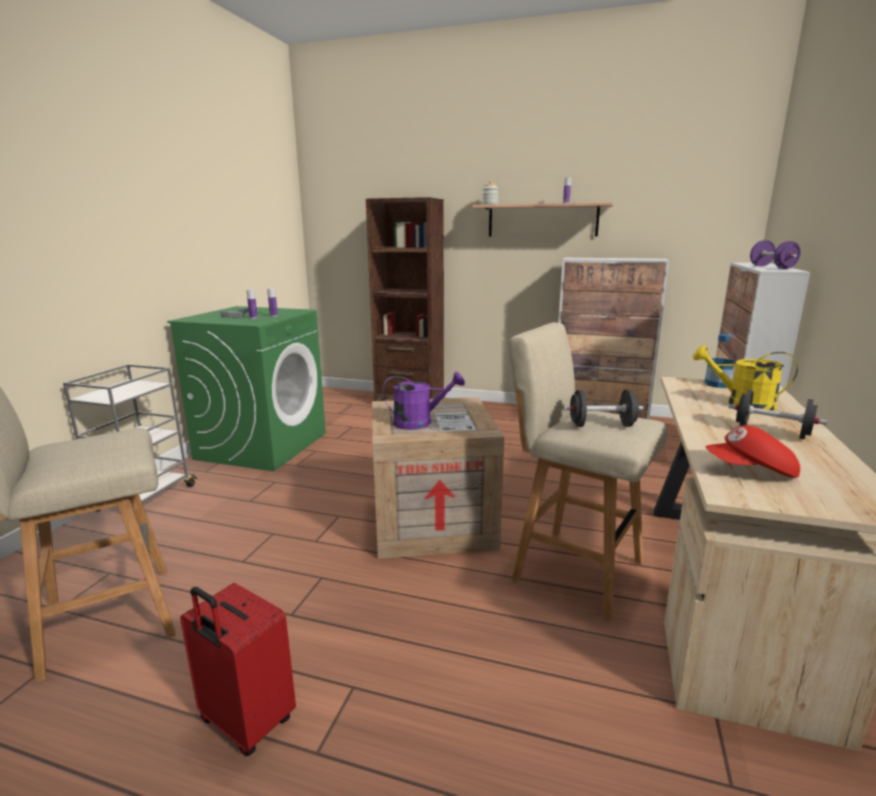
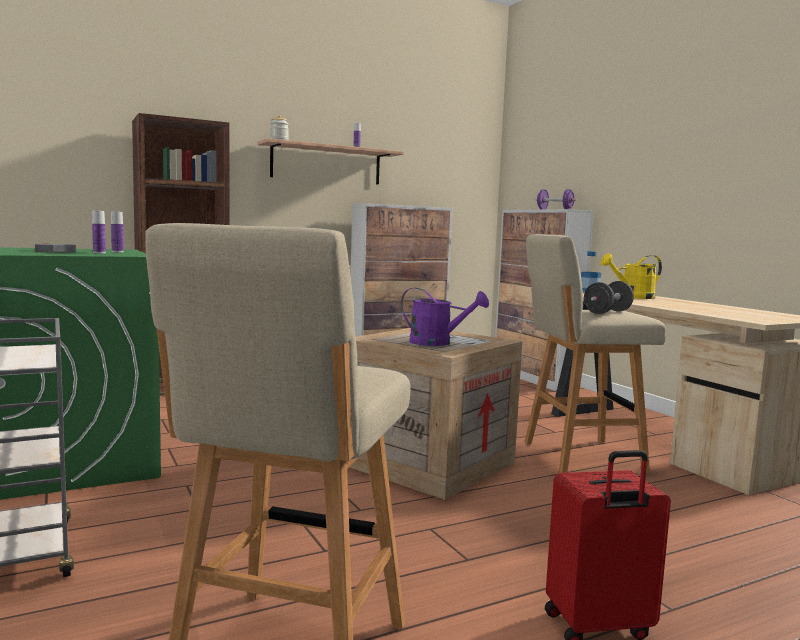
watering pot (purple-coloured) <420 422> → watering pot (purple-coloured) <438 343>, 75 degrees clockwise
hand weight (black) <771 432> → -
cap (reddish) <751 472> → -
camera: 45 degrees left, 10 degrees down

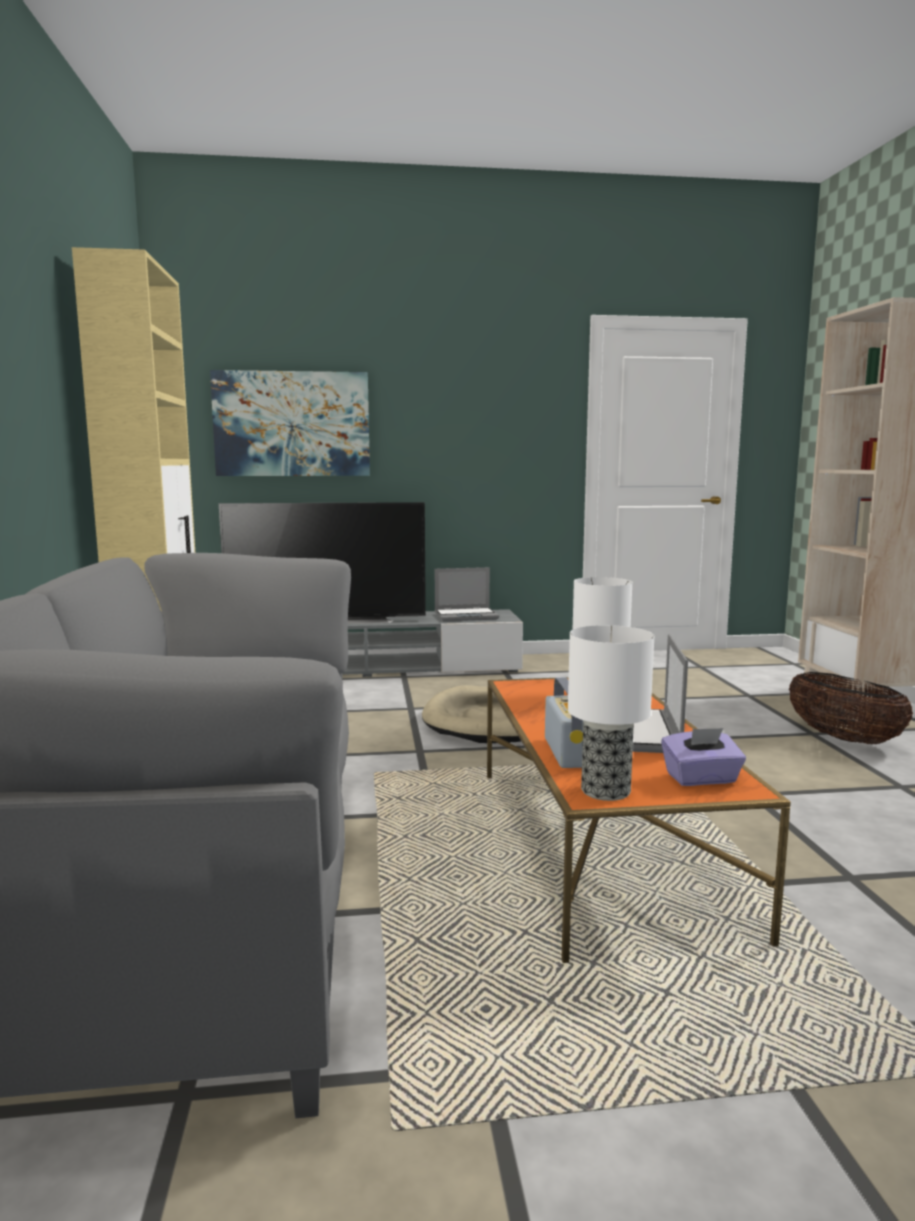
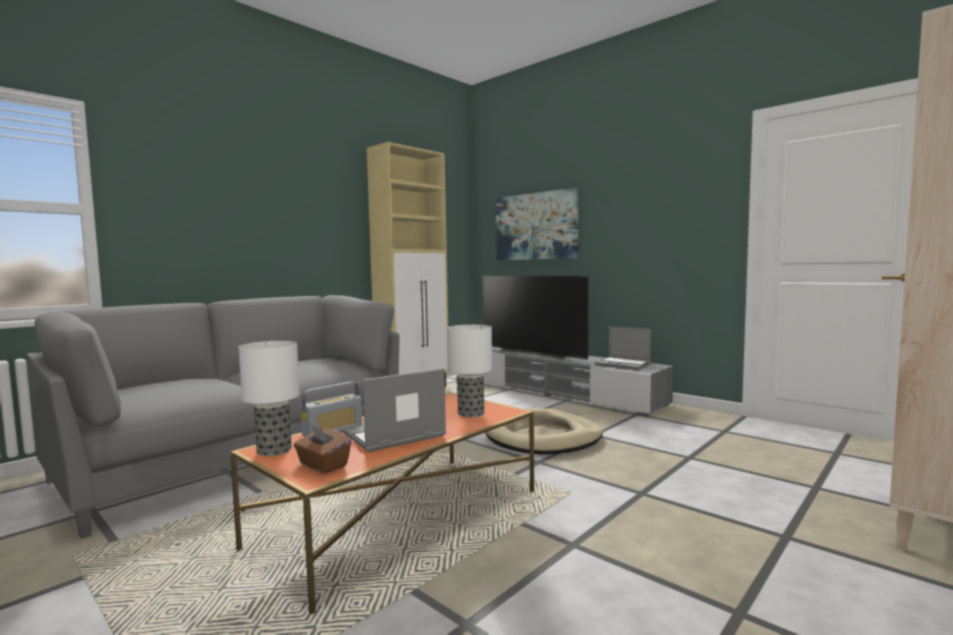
storage basket <843 738> → -
tissue box (purple-coloured) <701 779> → tissue box (brownish) <322 465>
camera: 50 degrees right, 5 degrees down

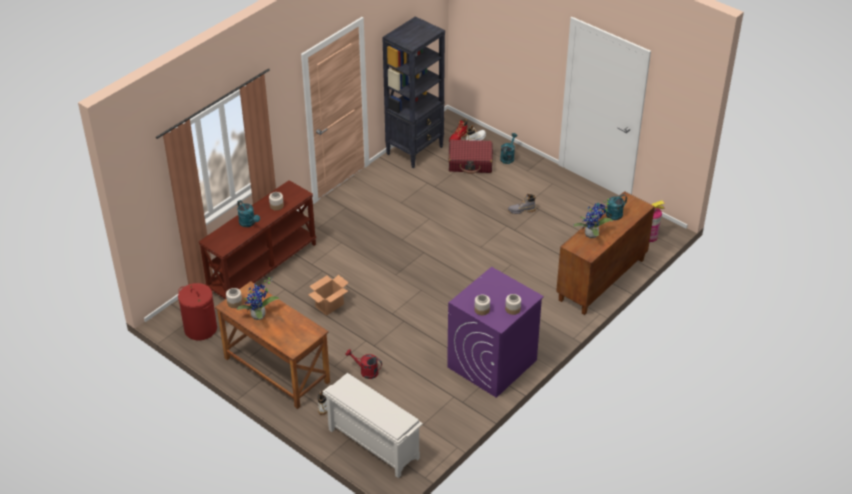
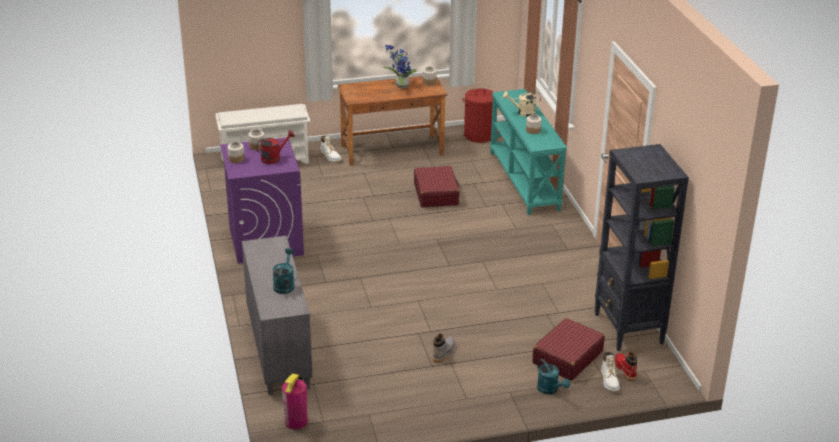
narrow table (brownish) <262 267> → narrow table (blue-green) <525 181>
cupboard (brownish) <601 280> → cupboard (gray) <278 350>
potted plant <592 235> → -
watering pot (blue-green) <249 223> → watering pot (beige) <522 113>
packing box <329 306> → piece of luggage (reddish) <436 194>
watering pot (reddish) <366 371> → watering pot (reddish) <274 158>, move
camera: 125 degrees right, 10 degrees down

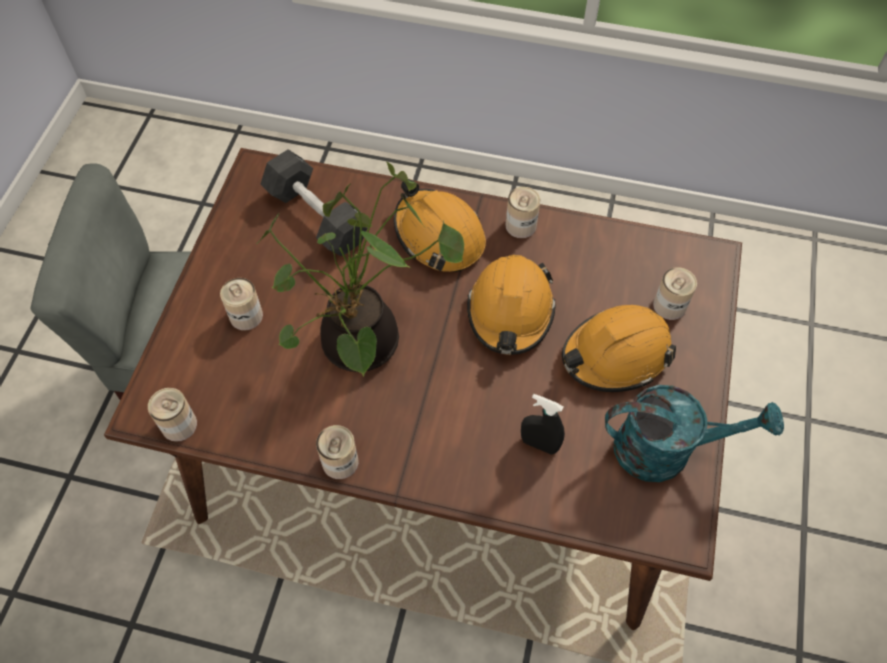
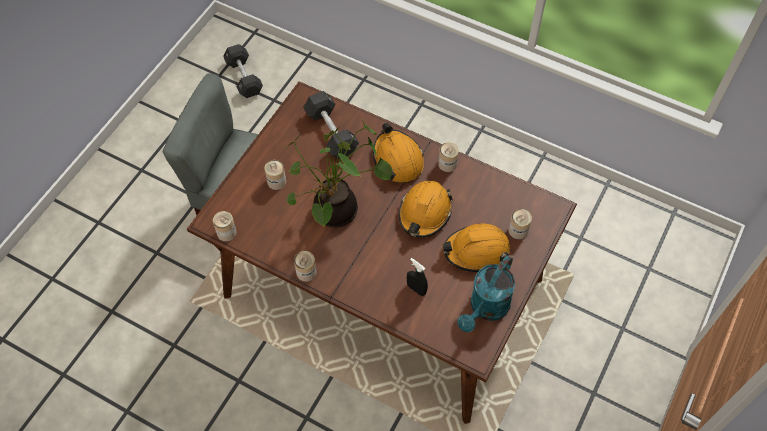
watering pot (blue-green) <667 449> → watering pot (blue-green) <486 309>, 105 degrees clockwise
- → hand weight (black) <244 77>
camera: 15 degrees right, 0 degrees up

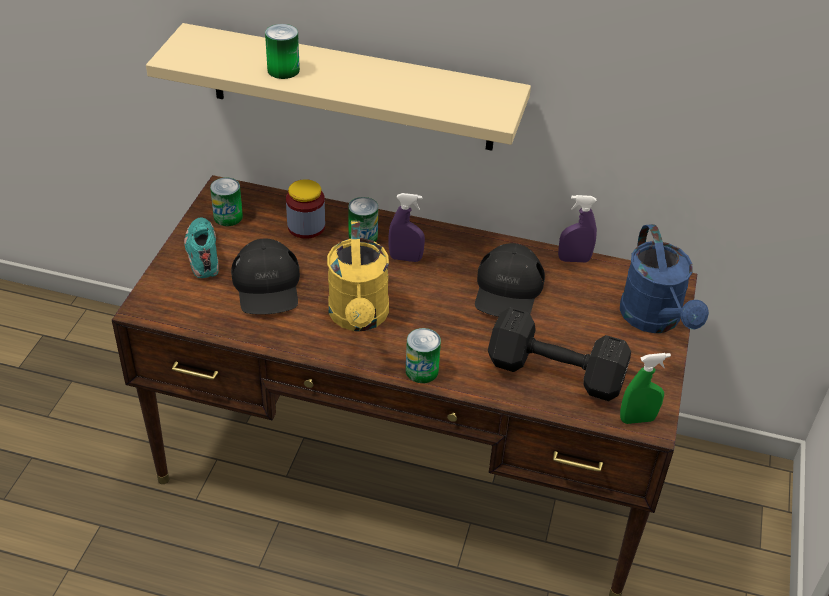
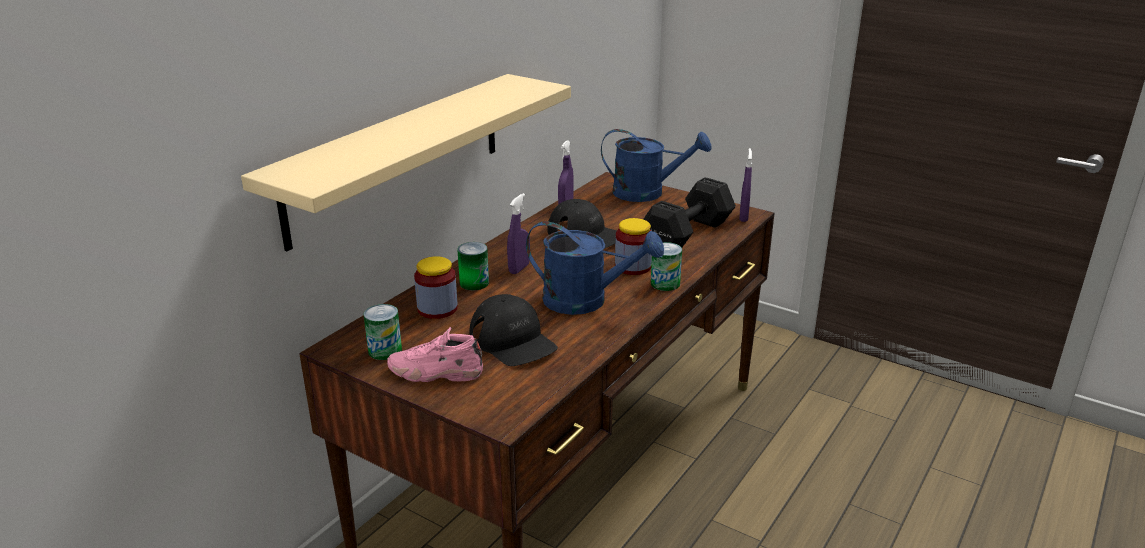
can <283 70> → -
shoe (blue-green) <202 253> → shoe (pink) <435 373>
watering pot (yellowish) <359 318> → watering pot (blue-coloured) <586 301>
cap (black) <267 285> → cap (black) <513 341>, 45 degrees clockwise
hand sprayer (green-coloured) <637 419> → hand sprayer (purple-coloured) <743 217>
- → storage jar <633 266>
camera: 70 degrees left, 15 degrees down

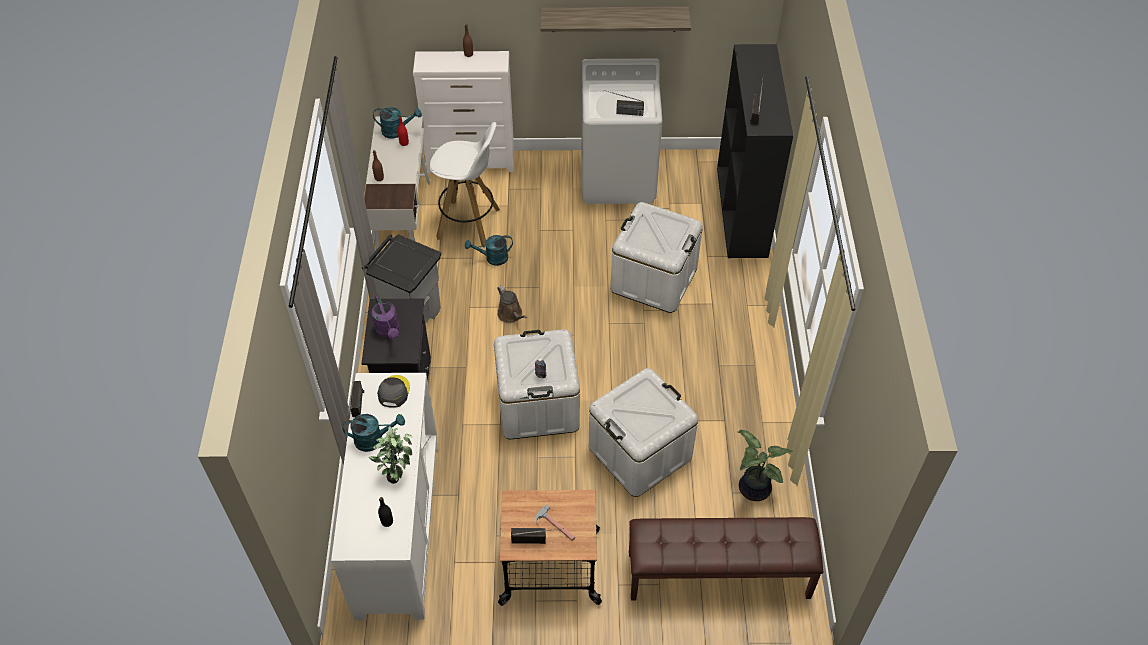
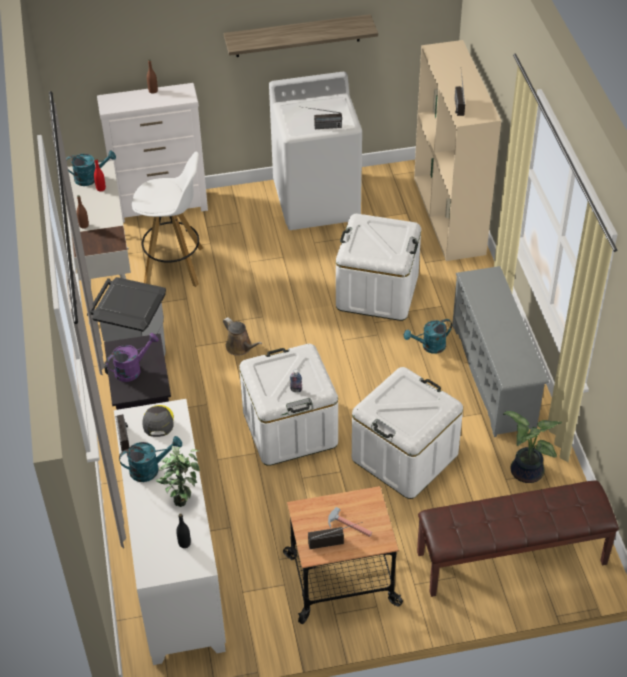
bookshelf (black) <742 212> → bookshelf (beige) <450 216>
watering pot (blue-green) <492 258> → watering pot (blue-green) <429 346>, move
watering pot (purple-coloured) <389 331> → watering pot (purple-coloured) <132 369>, 90 degrees counterclockwise
- → shoe stand (gray) <495 376>
camera: 10 degrees left, 5 degrees down

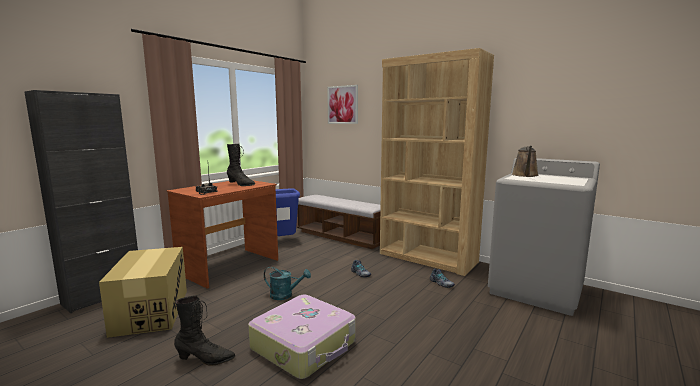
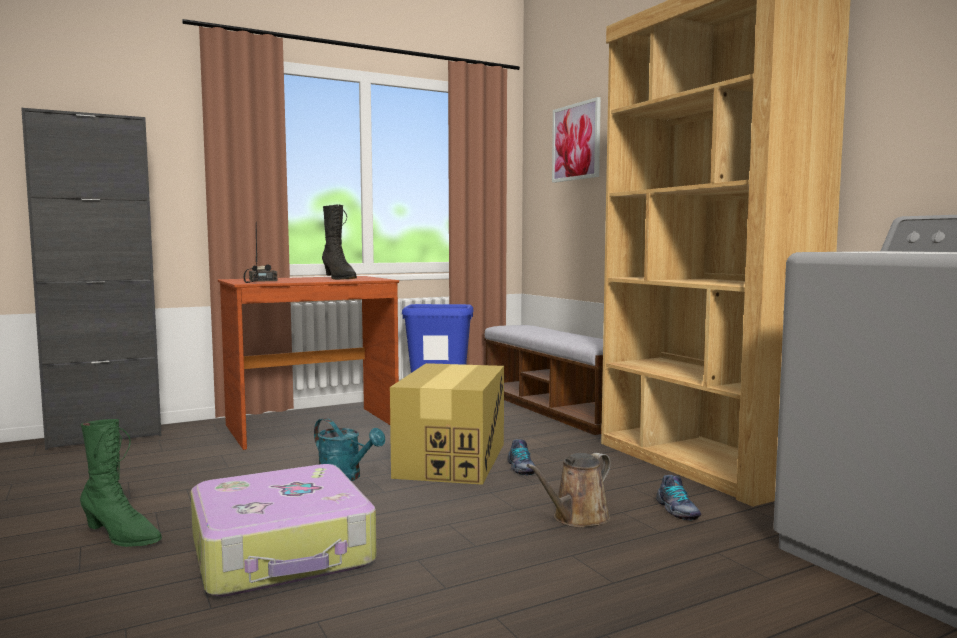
watering pot (brownish) <525 175> → watering pot (brownish) <577 519>, move
packing box <151 311> → packing box <451 460>, move
boot (black) <205 359> → boot (green-coloured) <121 536>
camera: 25 degrees right, 5 degrees down

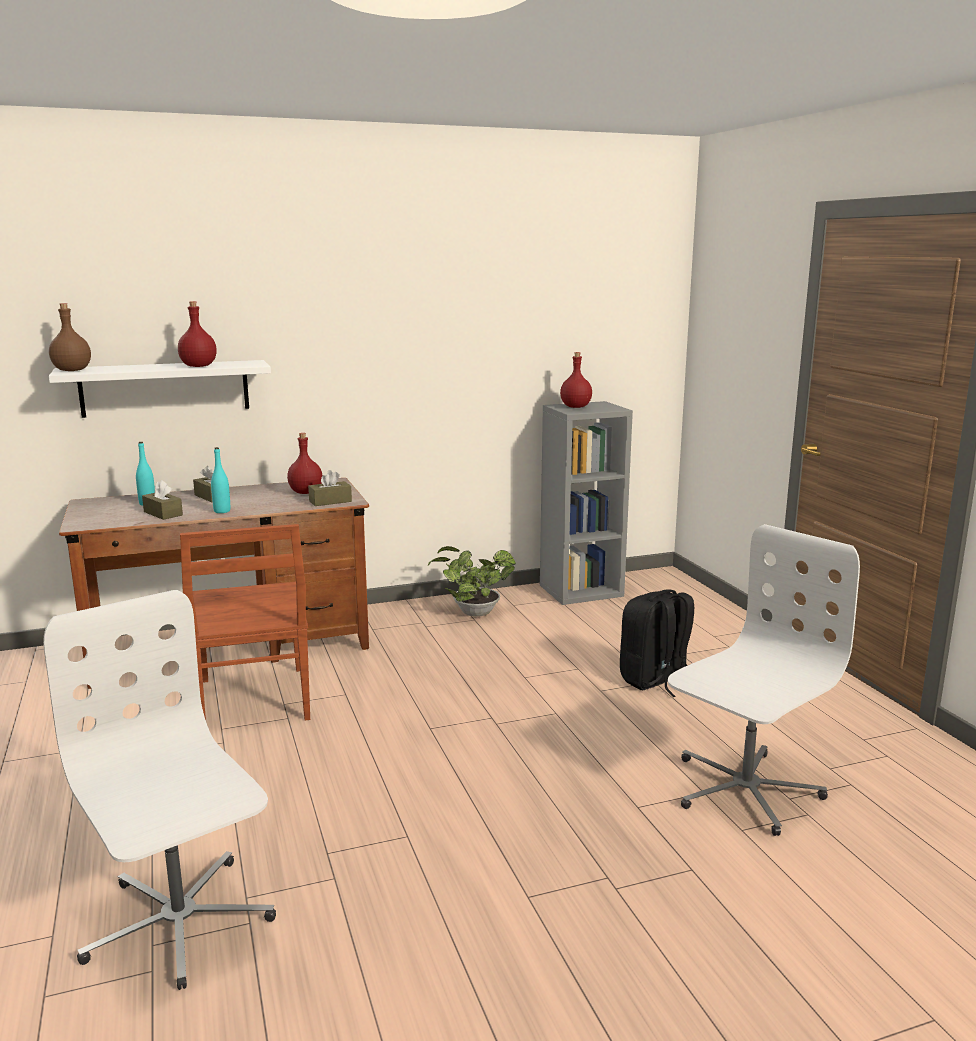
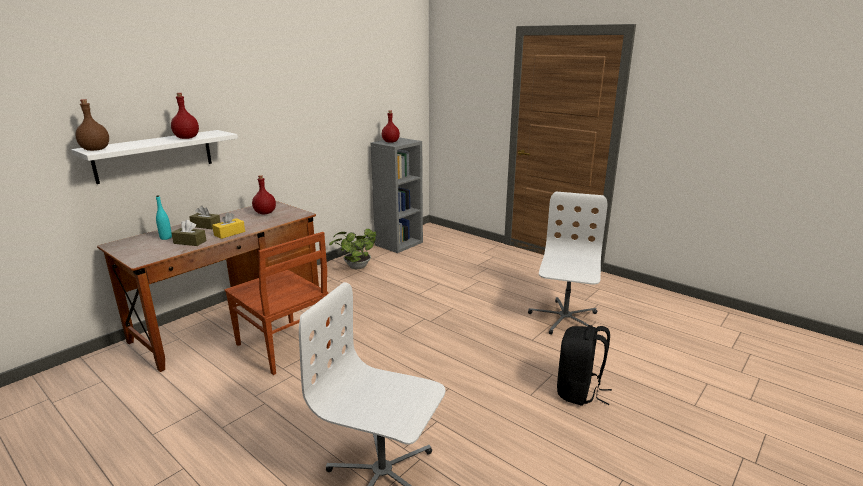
beverage bottle (blue-green) <222 511> → tissue box (yellowish) <229 233>
tissue box (brownish) <330 501> → -
rucksack (black) <655 681> → rucksack (black) <579 392>, move
camera: 30 degrees left, 5 degrees up

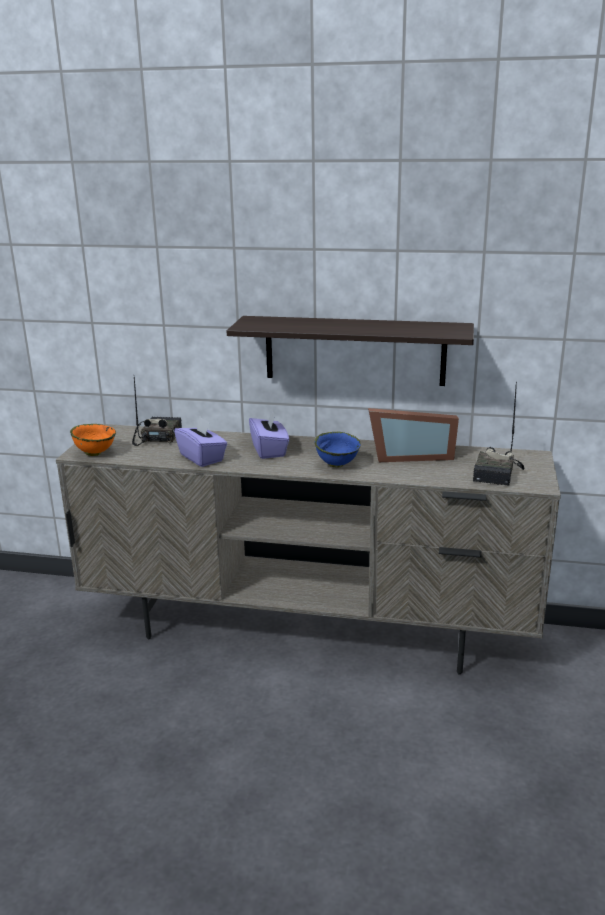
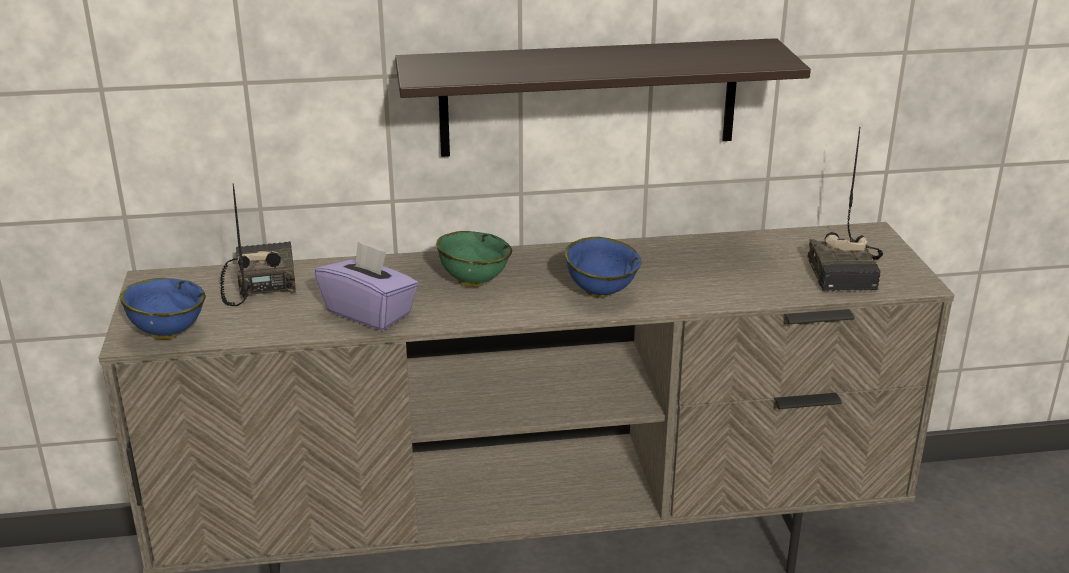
photo frame <410 456> → -
tissue box (purple-coloured) <269 450> → bowl (green-coloured) <473 281>
bowl (orangey) <95 453> → bowl (blue-coloured) <167 332>
camera: 20 degrees left, 5 degrees up

